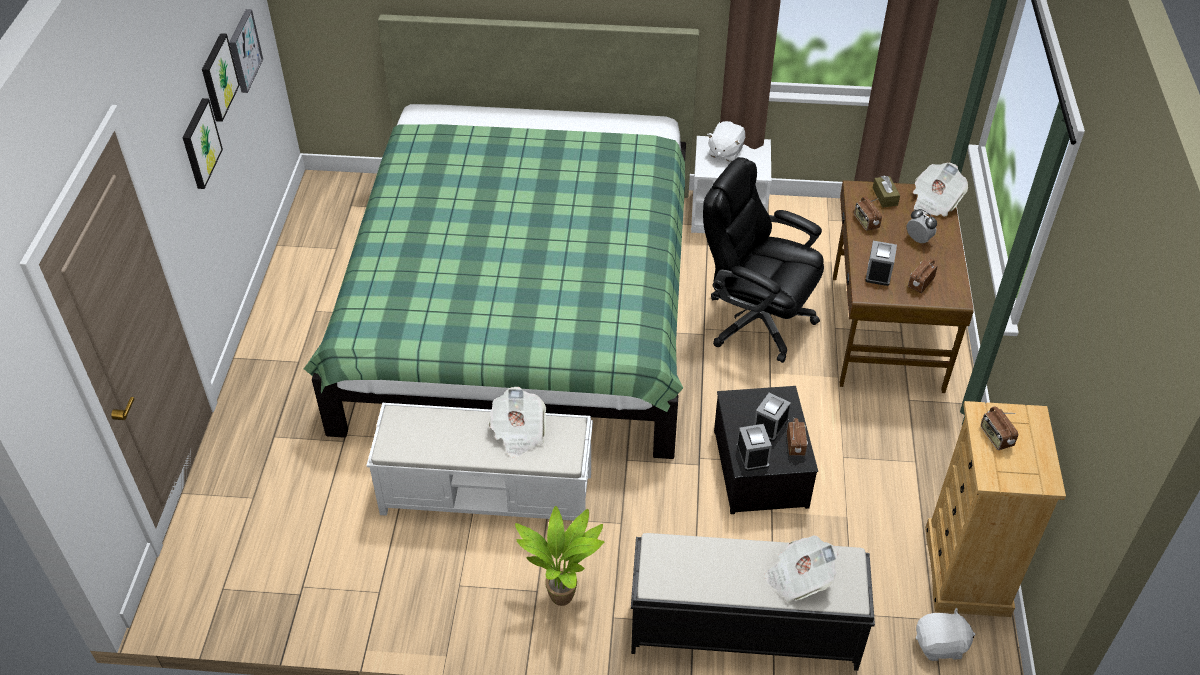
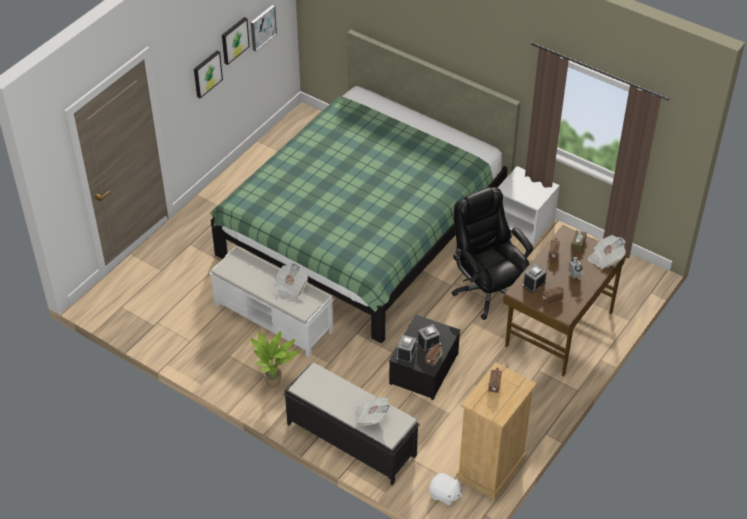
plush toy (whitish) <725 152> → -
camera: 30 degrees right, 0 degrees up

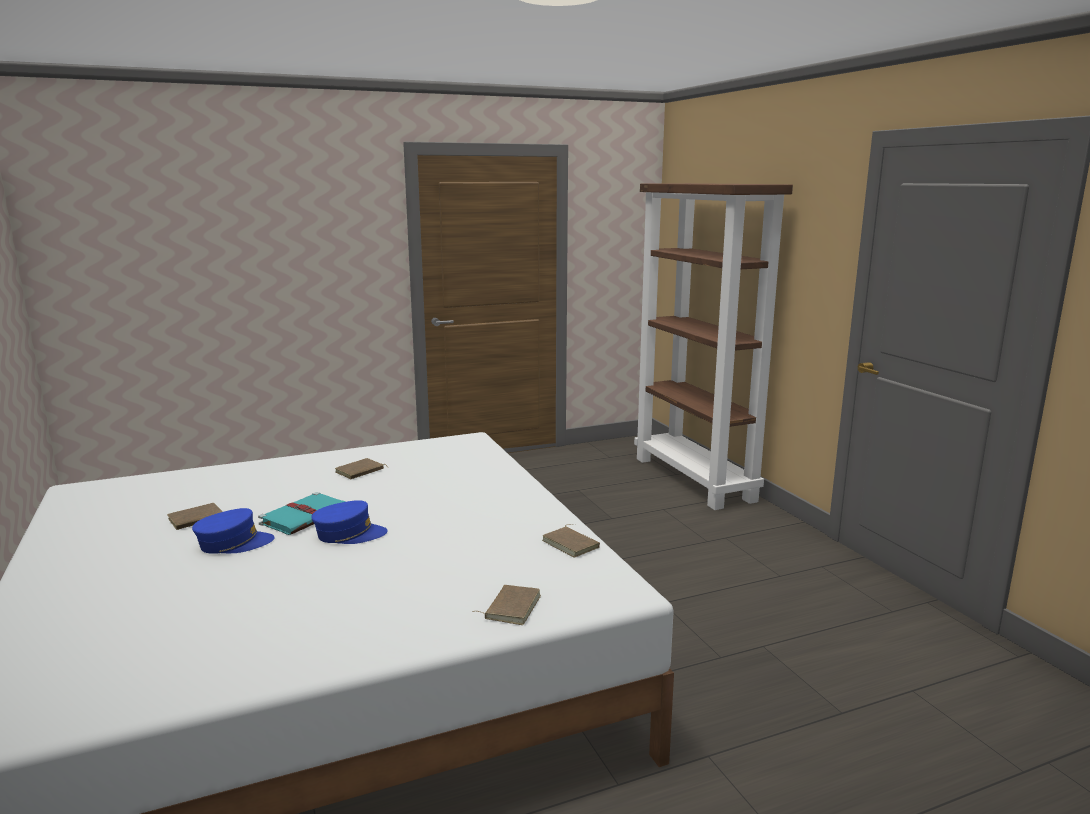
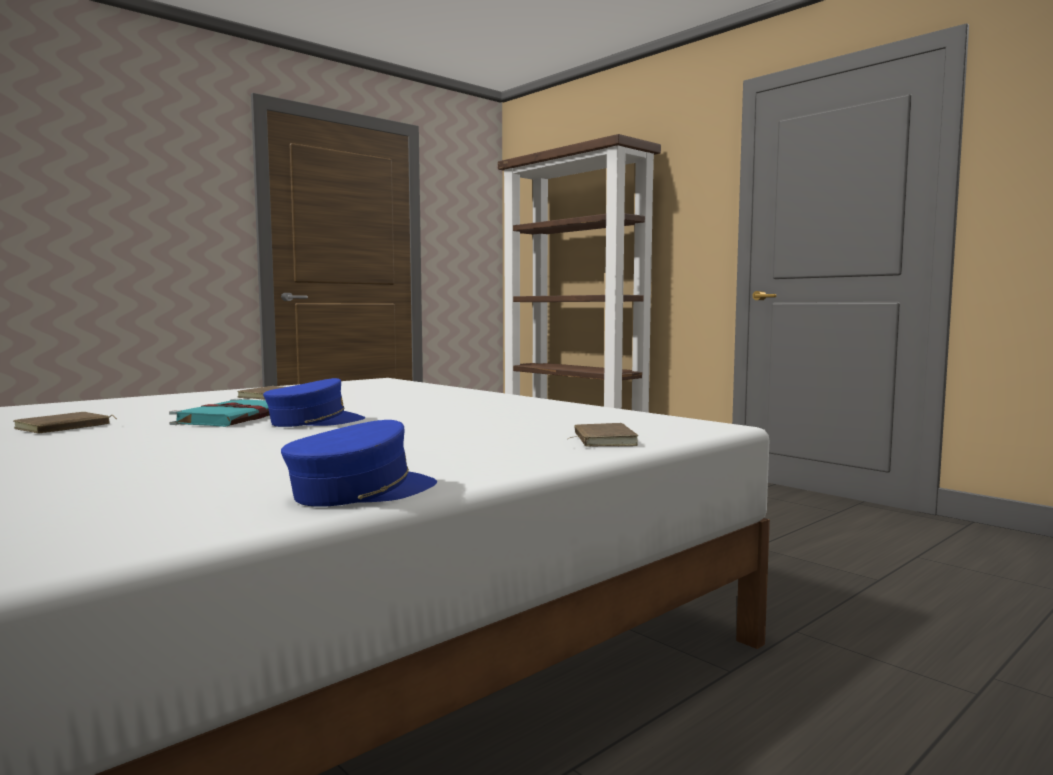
cap (blue-coloured) <234 543> → cap (blue-coloured) <361 492>, move
book (brownish) <572 544> → -
camera: 20 degrees left, 10 degrees down

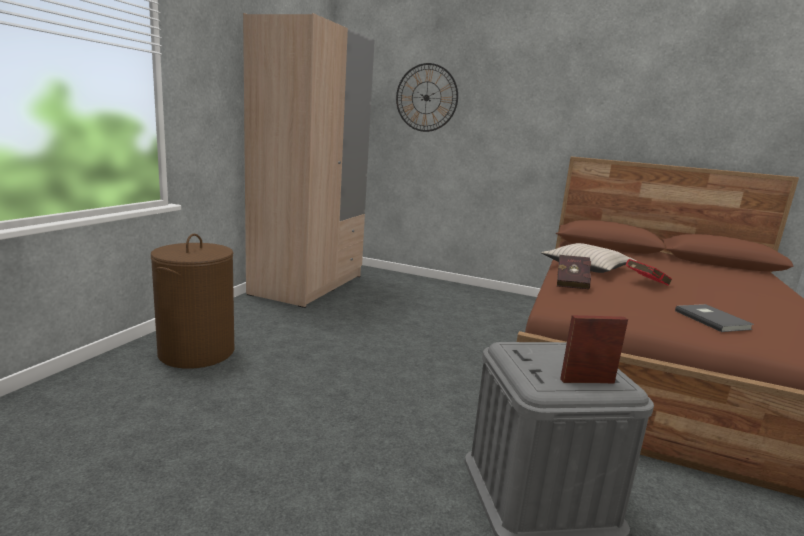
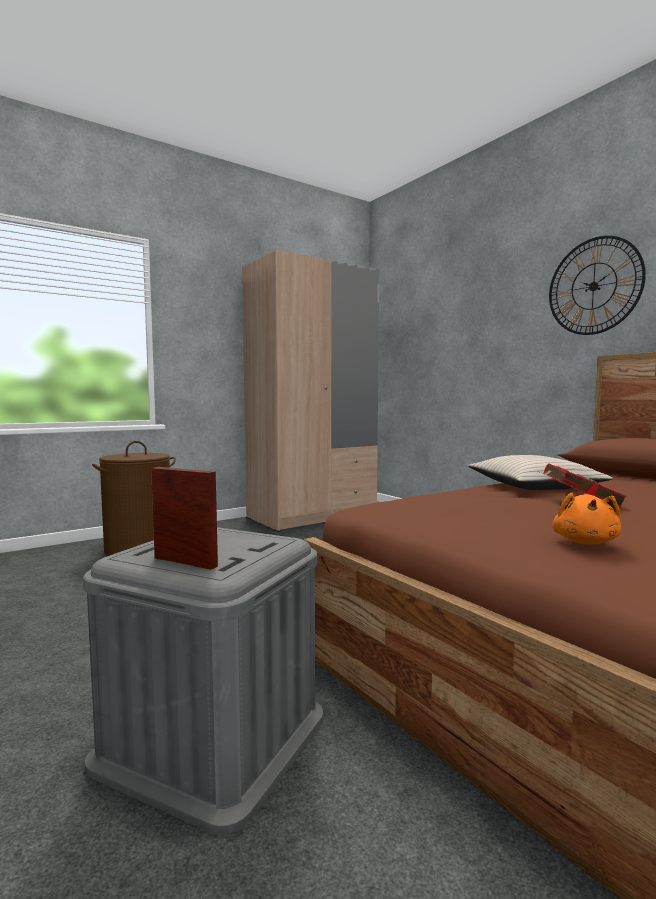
hanging clock <426 98> → hanging clock <593 286>, move
book (reddish) <572 283> → -
book (gray) <712 319> → plush toy (orangey) <585 542>
camera: 35 degrees right, 10 degrees down

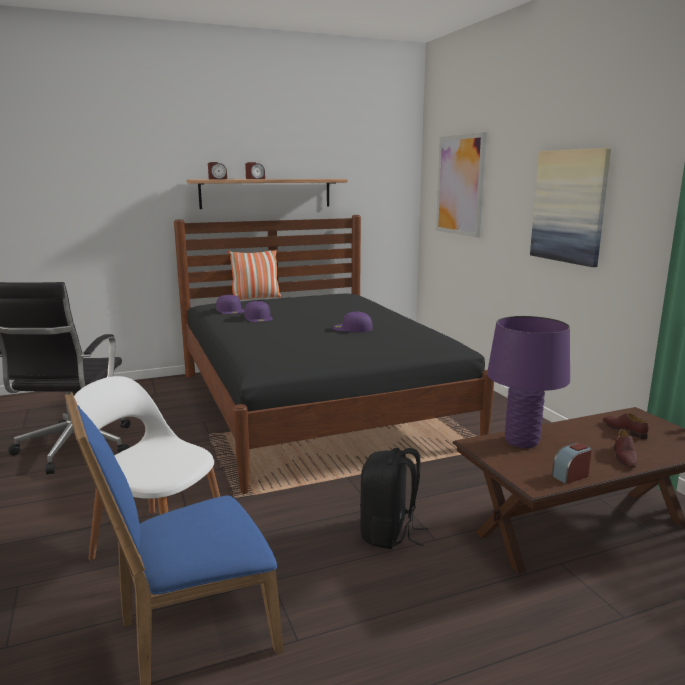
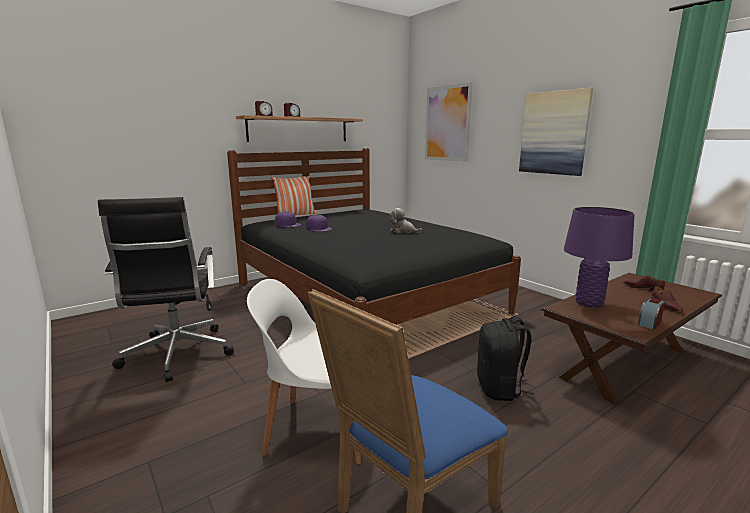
cap (purple-coloured) <351 328> → plush toy <403 231>
camera: 15 degrees left, 0 degrees up

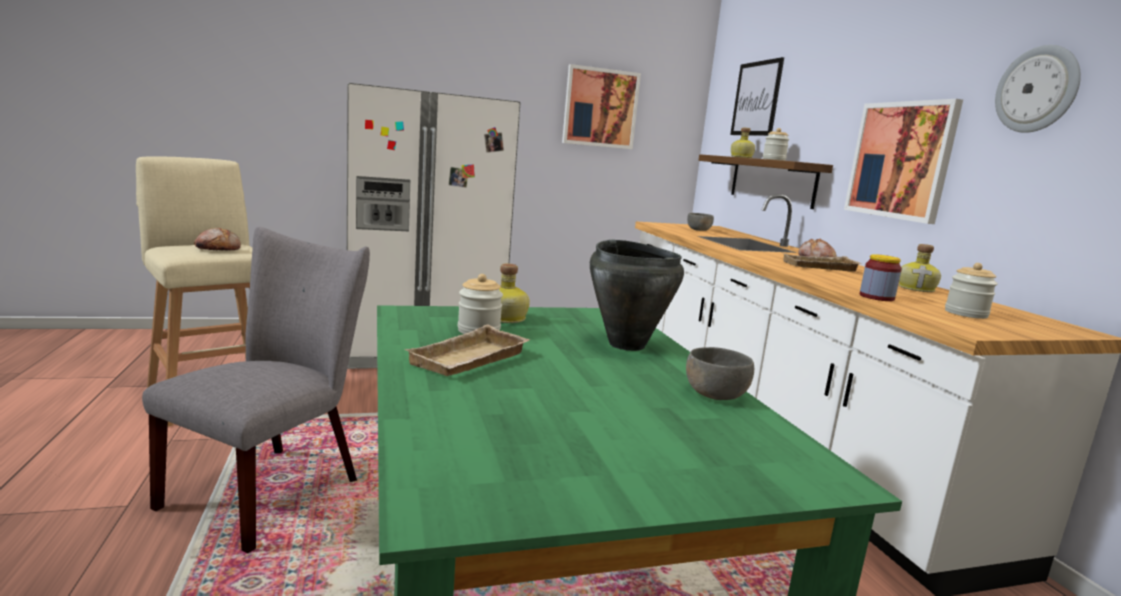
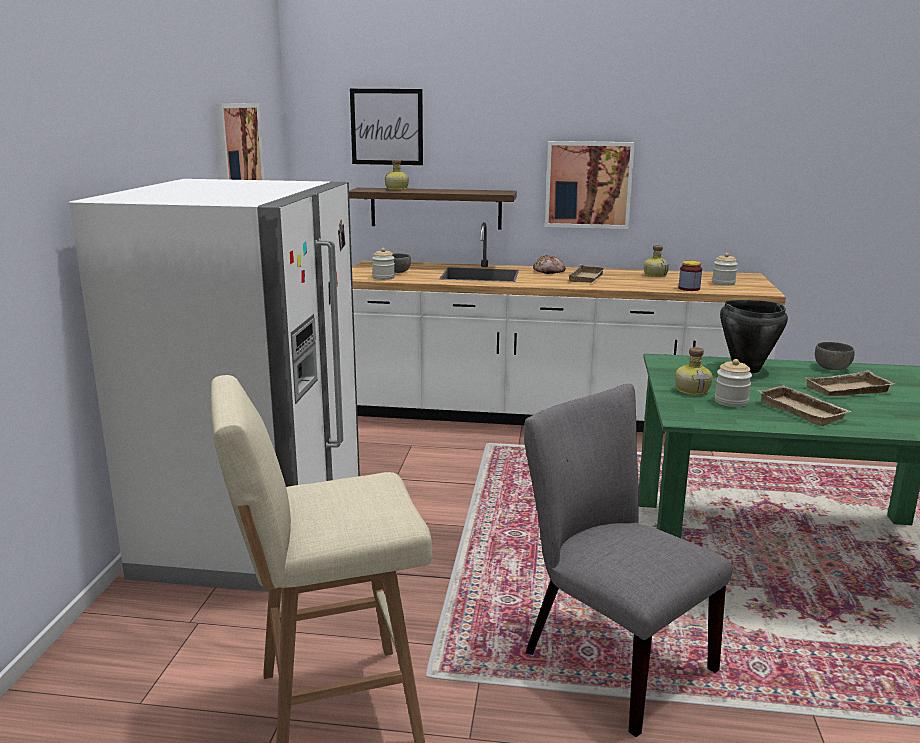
hanging clock <1037 89> → -
storage jar <773 159> → storage jar <383 278>, move
bakery bread <218 249> → -
- → carrying tray (beige) <848 391>
camera: 65 degrees left, 5 degrees up

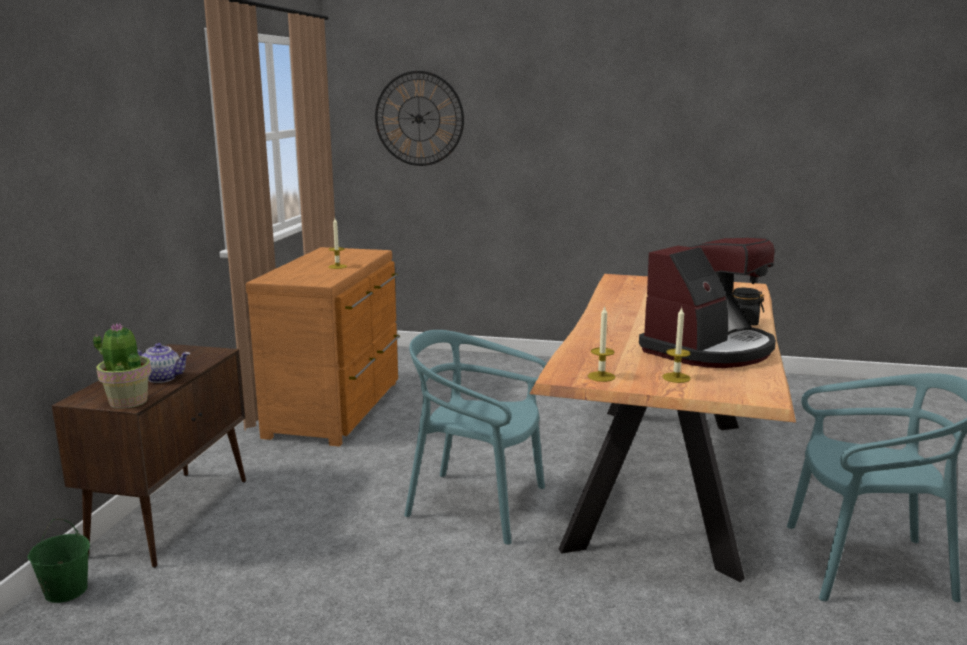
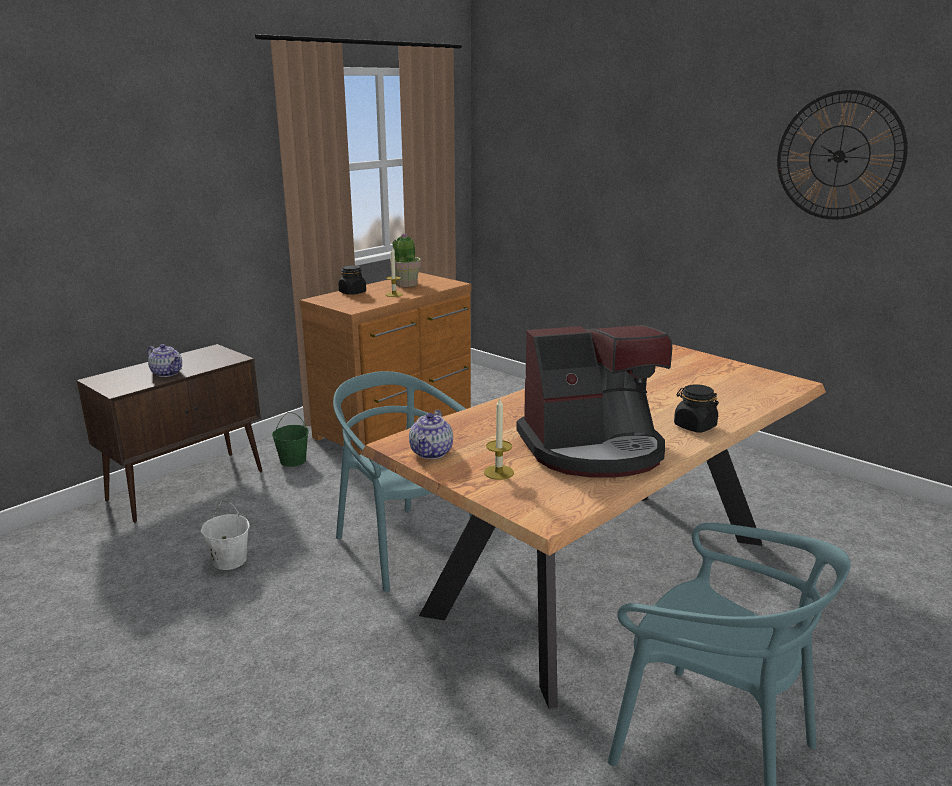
hanging clock <419 119> → hanging clock <839 156>, move
wax candle <601 376> → pot for tea <432 453>
potted plant <128 401> → potted plant <406 284>, move
pail (green-coloured) <65 591> → pail (green-coloured) <292 461>, move
- → storage jar (black) <352 292>
- → pail (whitish) <229 561>
camera: 30 degrees right, 5 degrees up

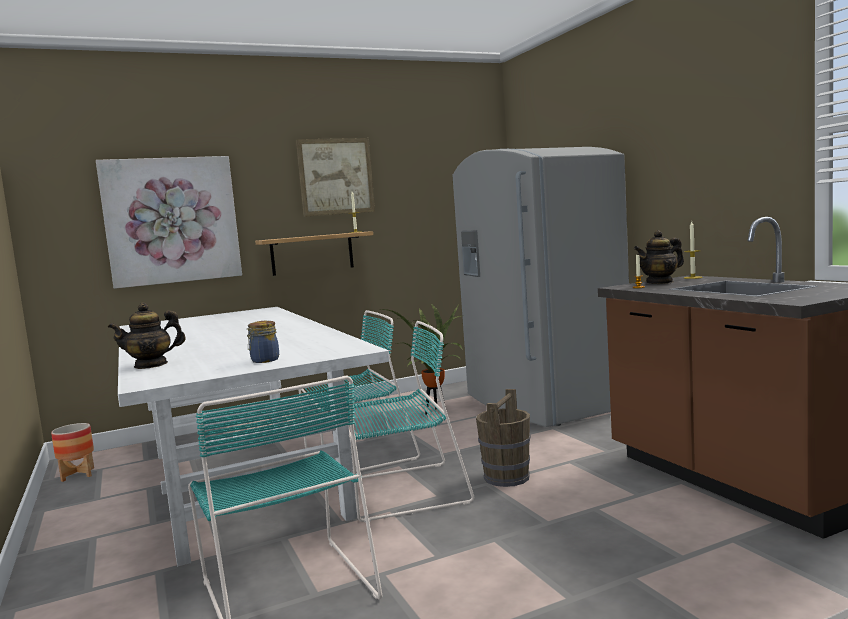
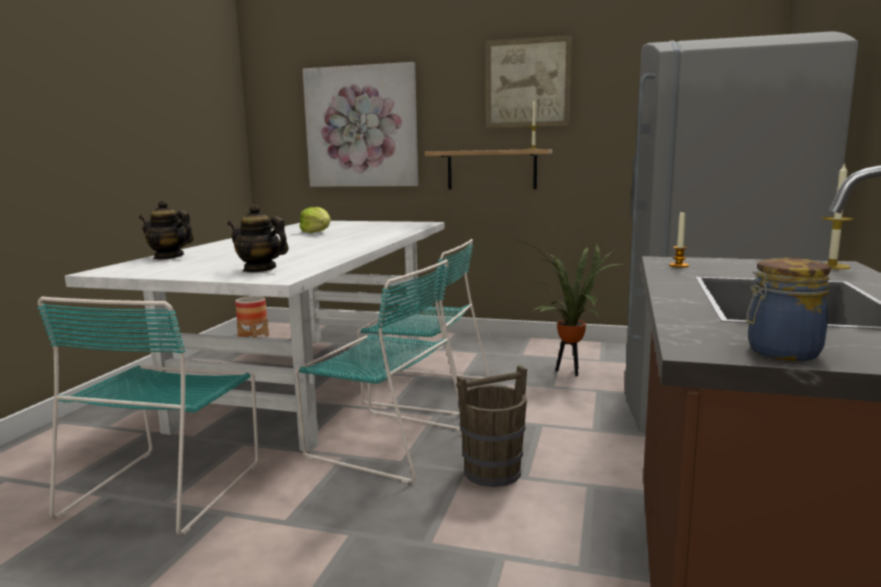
pot for tea <660 282> → pot for tea <259 269>, move
storage jar <264 360> → storage jar <780 352>, move
- → head of lettuce <317 232>
camera: 40 degrees right, 5 degrees up

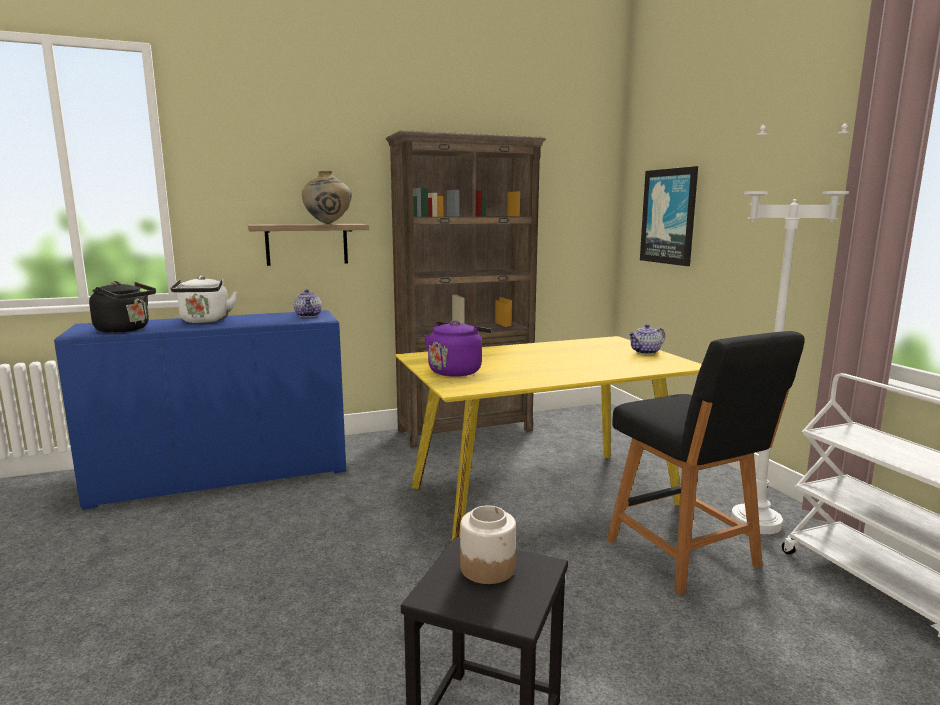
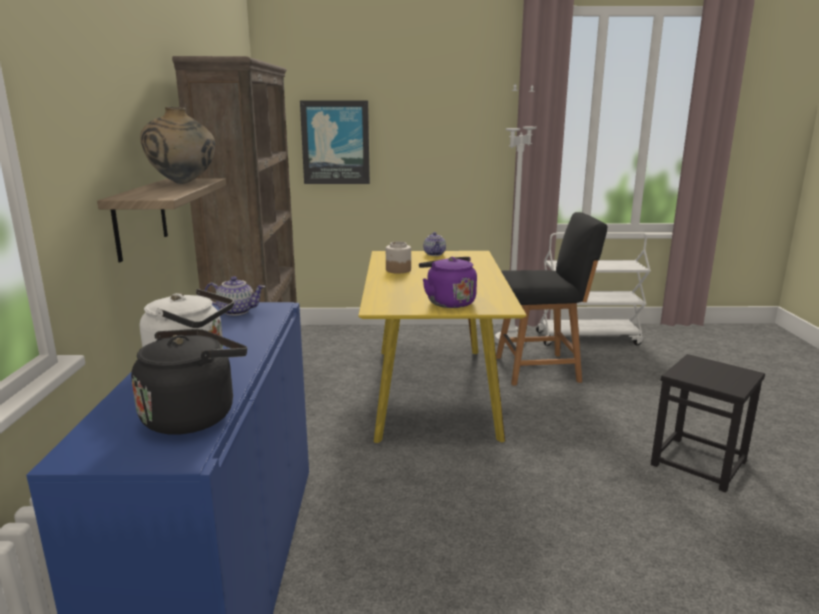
storage jar <488 568> → storage jar <398 270>, move
camera: 70 degrees left, 5 degrees up

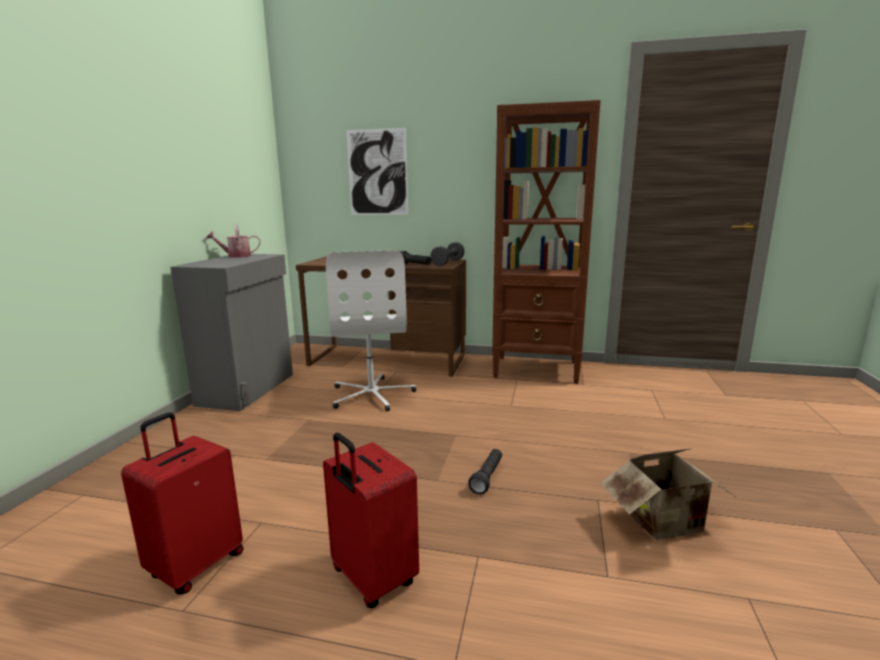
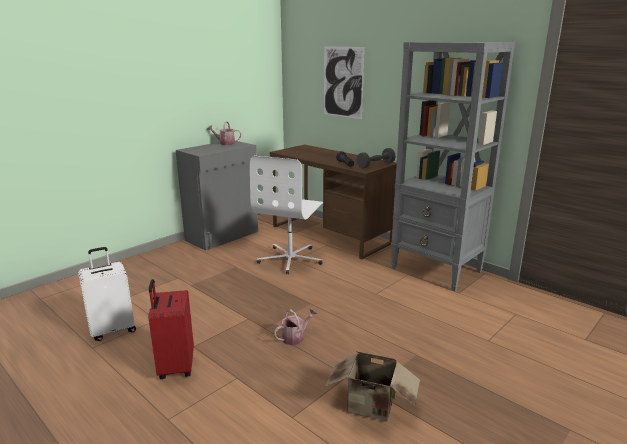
bookshelf (brownish) <537 369> → bookshelf (gray) <436 270>
piece of luggage (reddish) <196 565> → piece of luggage (whitish) <112 330>
flashlight (black) <487 477> → watering pot <295 337>
camera: 30 degrees right, 5 degrees up

